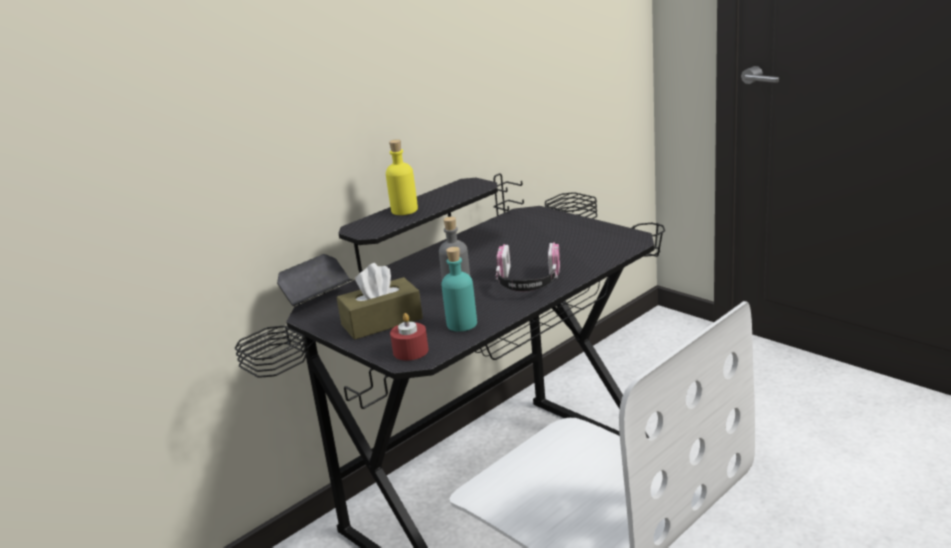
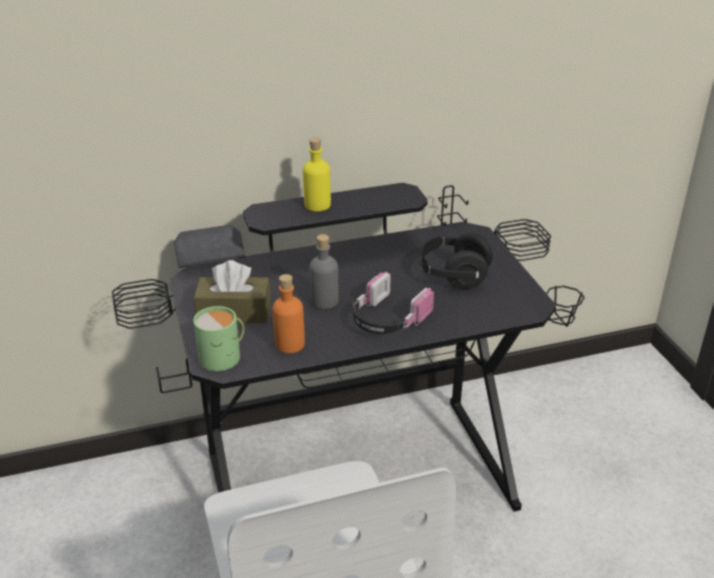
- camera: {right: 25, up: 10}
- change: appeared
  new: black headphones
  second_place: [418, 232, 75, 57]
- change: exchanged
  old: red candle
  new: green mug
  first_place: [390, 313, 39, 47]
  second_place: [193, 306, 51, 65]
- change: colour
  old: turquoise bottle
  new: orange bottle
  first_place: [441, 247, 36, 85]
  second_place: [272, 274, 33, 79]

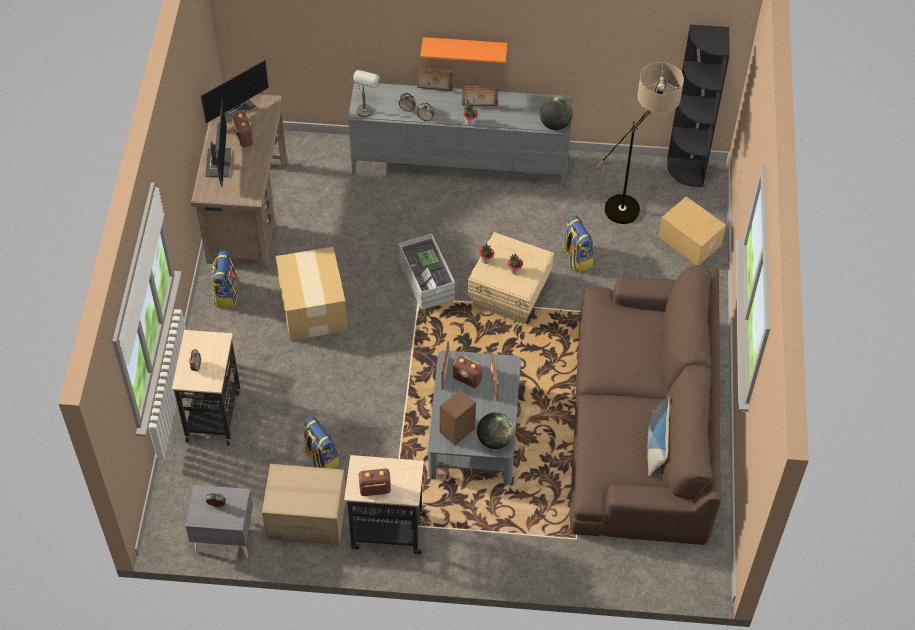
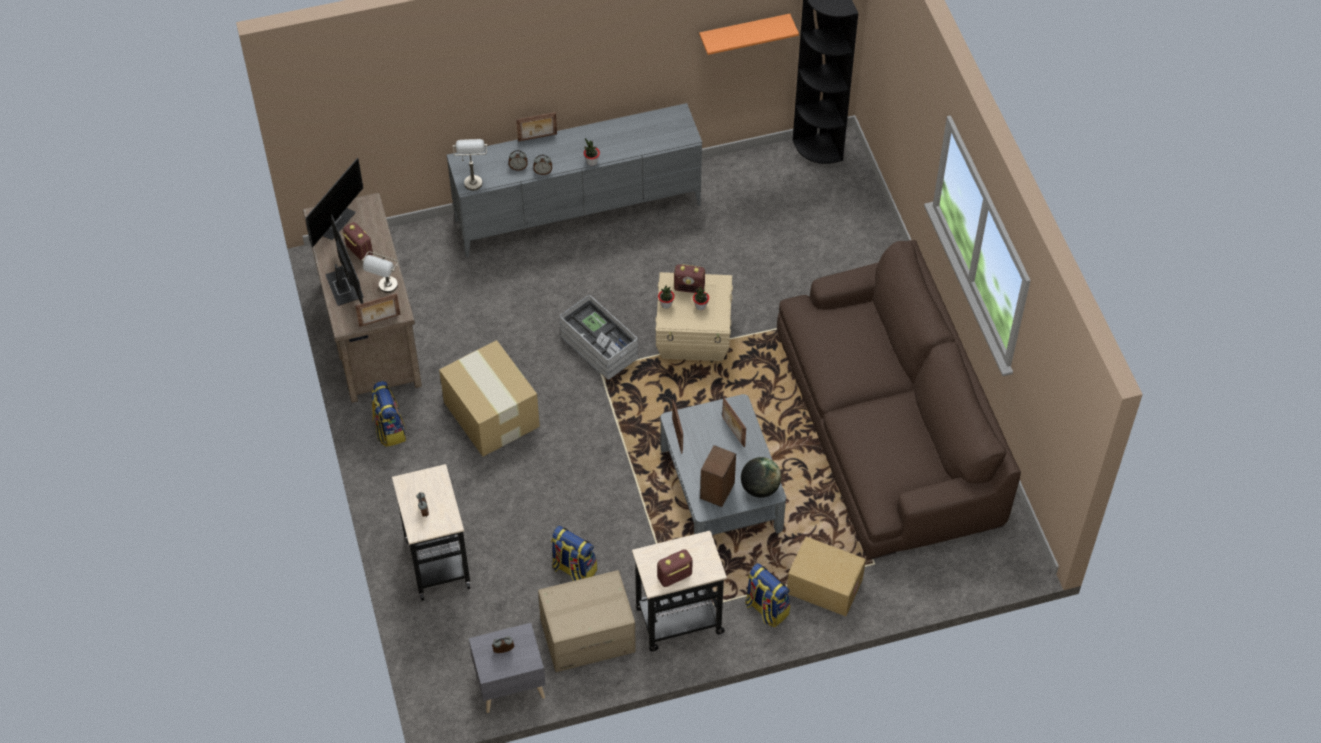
- camera: {right: -20, up: 0}
- change: missing
  old: globe
  first_place: [540, 96, 33, 34]
- change: missing
  old: floor lamp
  first_place: [596, 62, 88, 162]
- change: missing
  old: pillow
  first_place: [647, 396, 23, 80]
- change: appeared
  new: grey table lamp
  second_place: [361, 251, 38, 42]
- change: relocated
  old: orange shelf
  first_place: [420, 37, 87, 26]
  second_place: [699, 14, 100, 41]
- change: relocated
  old: radio
  first_place: [453, 356, 29, 32]
  second_place: [674, 264, 31, 29]
- change: relocated
  old: picture frame
  first_place: [462, 86, 36, 20]
  second_place: [355, 293, 45, 34]
- change: relocated
  old: backpack
  first_place: [561, 215, 33, 58]
  second_place: [745, 563, 45, 64]
- change: relocated
  old: cardboard box
  first_place: [658, 196, 68, 69]
  second_place: [787, 537, 79, 79]

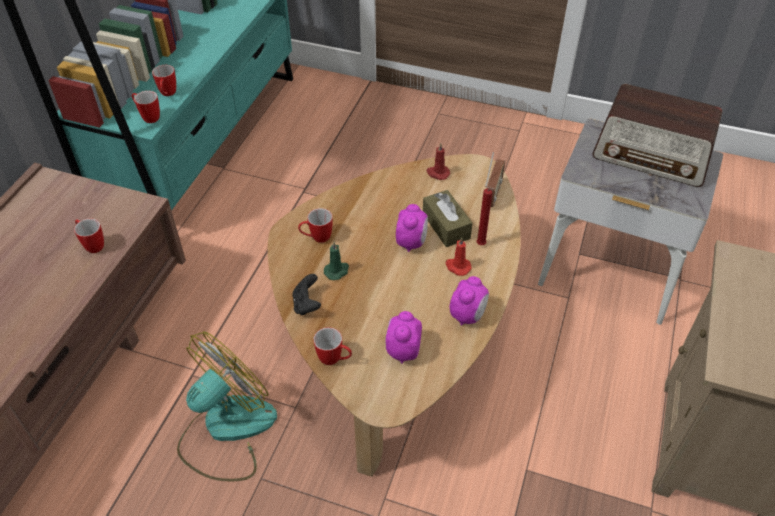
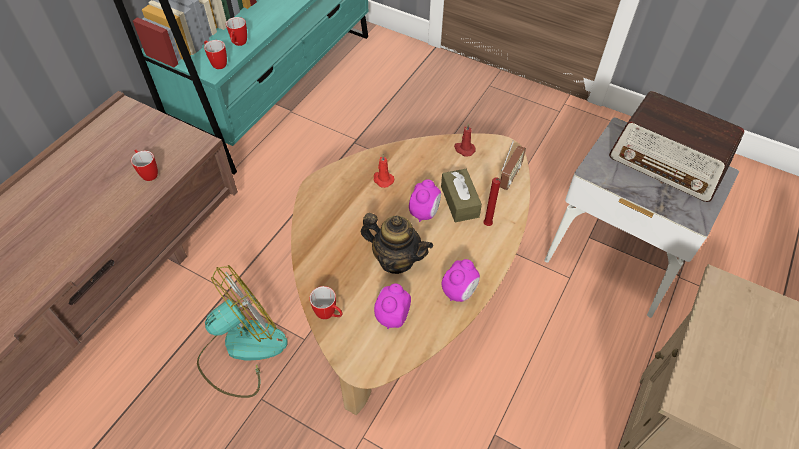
- camera: {right: 10, up: 5}
- change: missing
  old: black game controller
  first_place: [293, 274, 28, 41]
- change: missing
  old: mug
  first_place: [298, 208, 35, 35]
- change: missing
  old: green candle
  first_place: [324, 242, 25, 38]
- change: appeared
  new: teapot
  second_place: [361, 213, 72, 61]
- change: relocated
  old: red candle
  first_place: [446, 237, 26, 39]
  second_place: [374, 154, 20, 34]

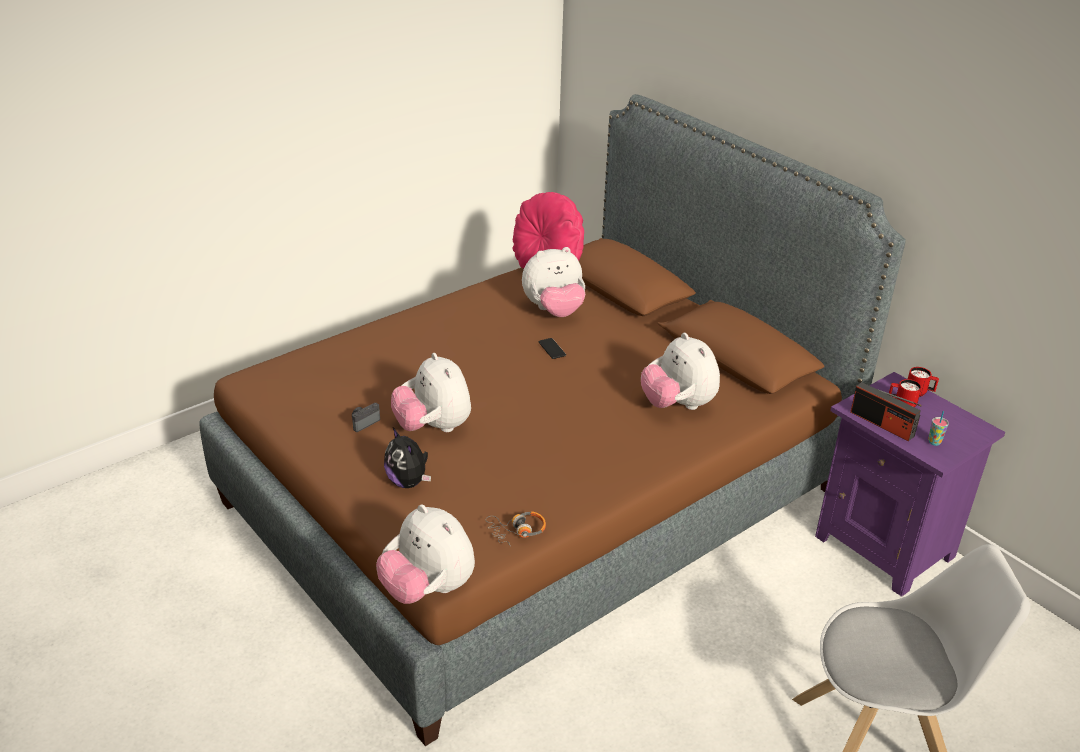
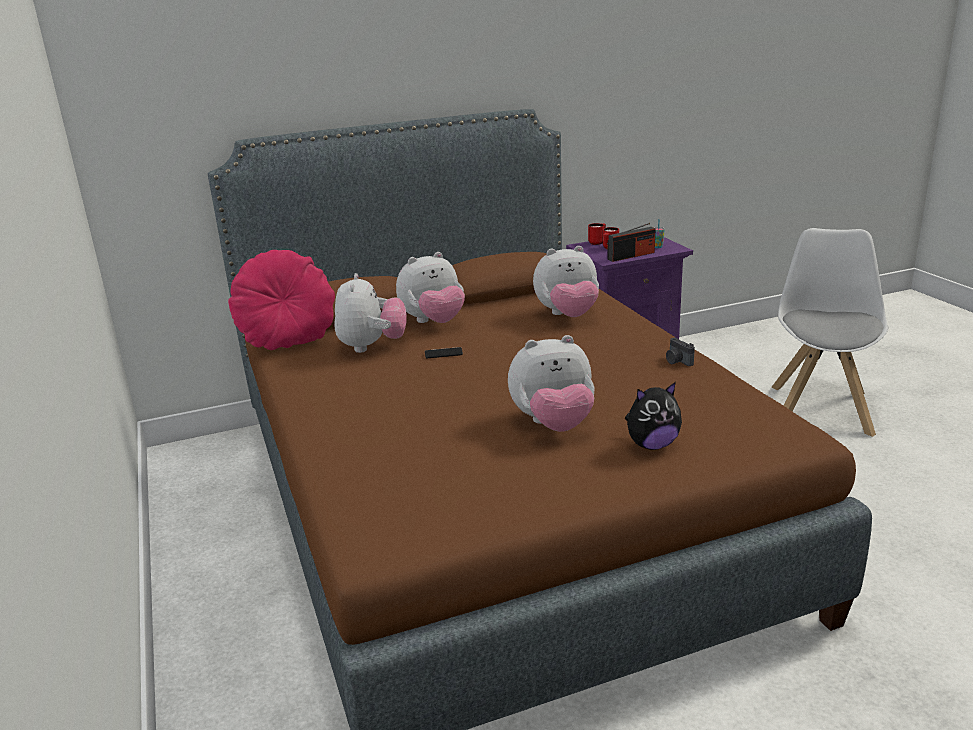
- camera: {right: -70, up: -10}
- change: missing
  old: headphones
  first_place: [485, 511, 61, 34]
- change: relocated
  old: photo camera
  first_place: [352, 403, 28, 29]
  second_place: [666, 338, 29, 28]
- change: relocated
  old: plush toy
  first_place: [376, 504, 99, 100]
  second_place: [396, 252, 69, 71]

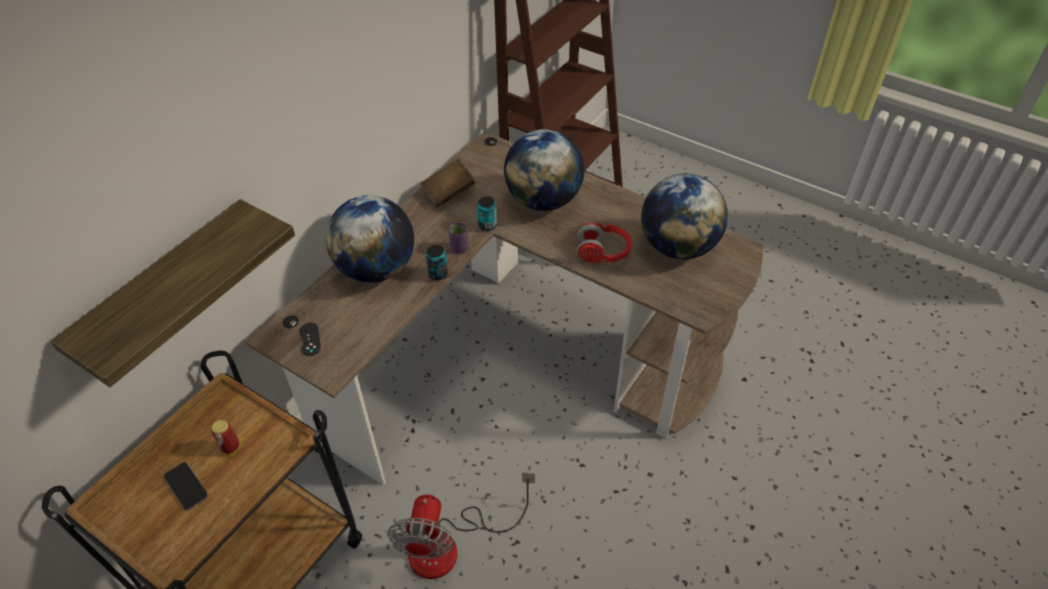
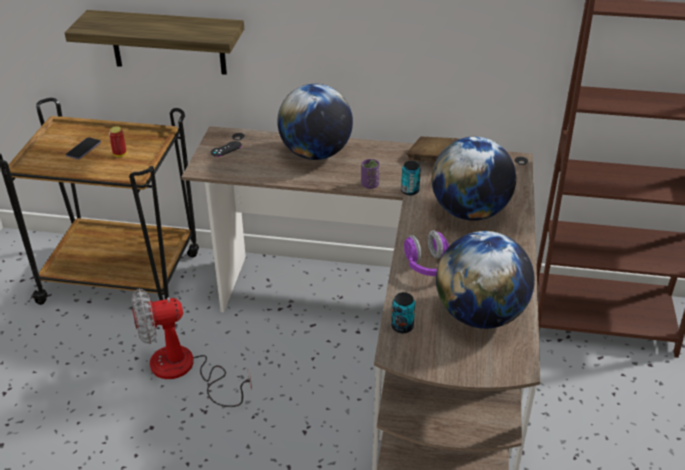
- camera: {right: 65, up: -10}
- change: relocated
  old: can
  first_place: [426, 245, 22, 35]
  second_place: [391, 292, 24, 41]
- change: colour
  old: red headphones
  new: purple headphones
  first_place: [576, 223, 56, 40]
  second_place: [404, 230, 45, 46]

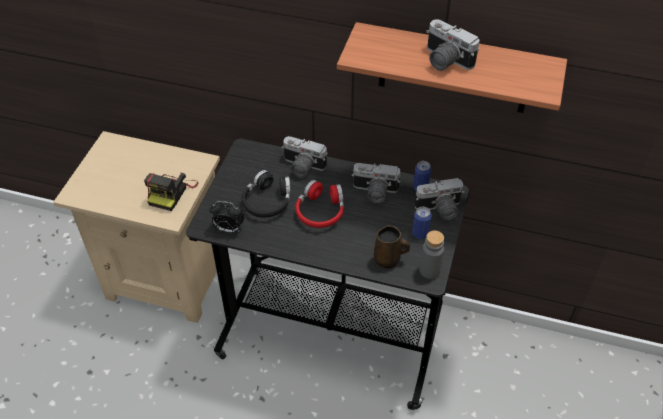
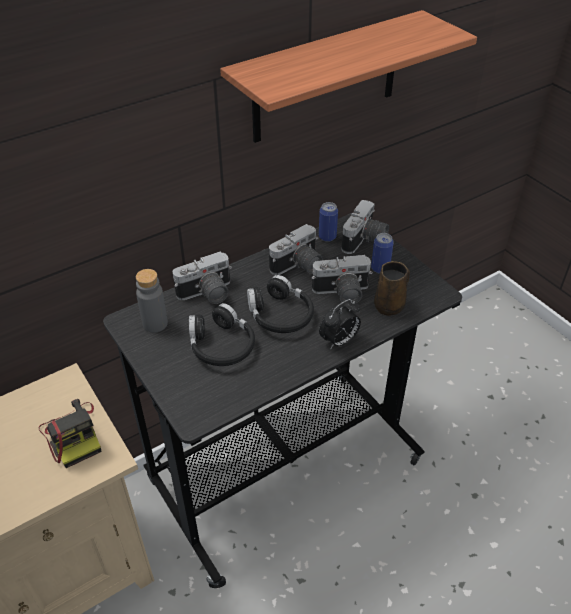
- camera: {right: -50, up: -5}
- change: relocated
  old: alarm clock
  first_place: [209, 201, 36, 32]
  second_place: [319, 299, 42, 50]
- change: relocated
  old: grey bottle
  first_place: [420, 230, 24, 49]
  second_place: [136, 269, 32, 64]
- change: relocated
  old: photo camera
  first_place: [426, 19, 54, 52]
  second_place: [312, 255, 61, 48]
- change: colour
  old: red headphones
  new: black headphones
  first_place: [295, 180, 49, 48]
  second_place: [247, 275, 67, 58]

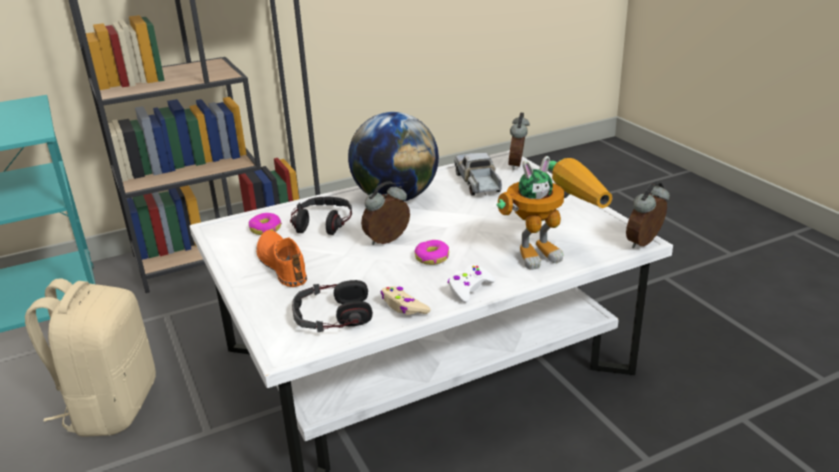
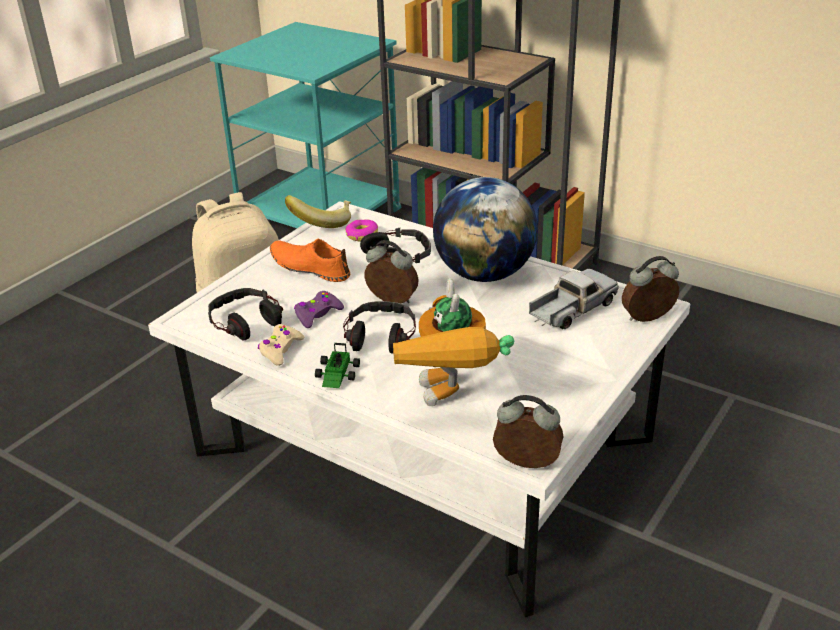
- camera: {right: 60, up: 5}
- change: appeared
  new: banana
  second_place: [285, 195, 66, 33]
- change: appeared
  new: purple game controller
  second_place: [294, 291, 50, 37]
- change: exchanged
  old: donut
  new: headphones
  first_place: [414, 240, 35, 25]
  second_place: [343, 301, 73, 53]
- change: exchanged
  old: white game controller
  new: toy car
  first_place: [448, 264, 47, 39]
  second_place: [315, 343, 45, 45]
- change: spun
  old: orange shoe
  first_place: [256, 230, 51, 57]
  second_place: [270, 239, 80, 43]
  degrees: -90
- change: spun
  old: toy robot
  first_place: [497, 156, 116, 114]
  second_place: [393, 279, 121, 127]
  degrees: 45

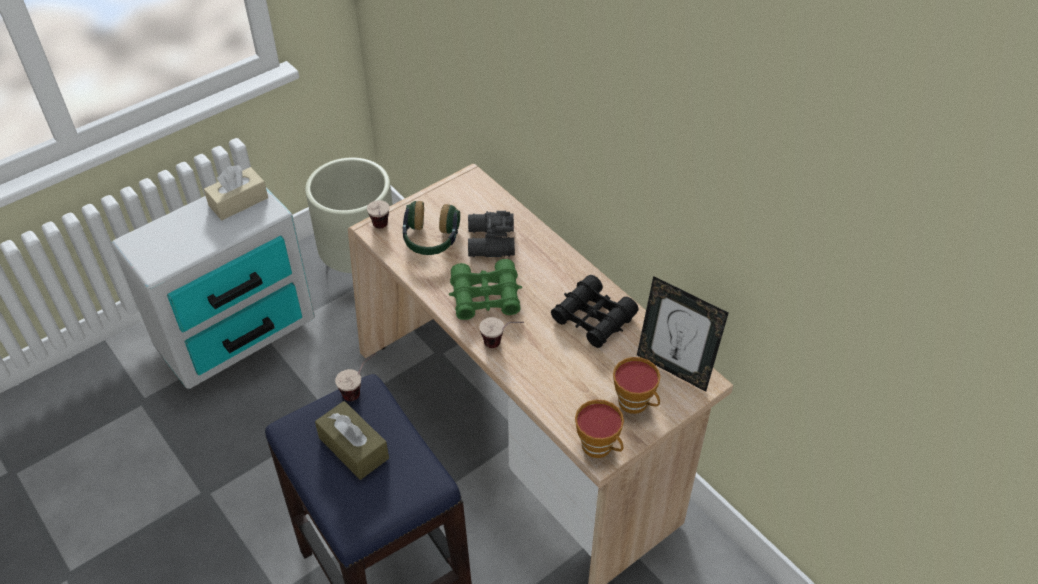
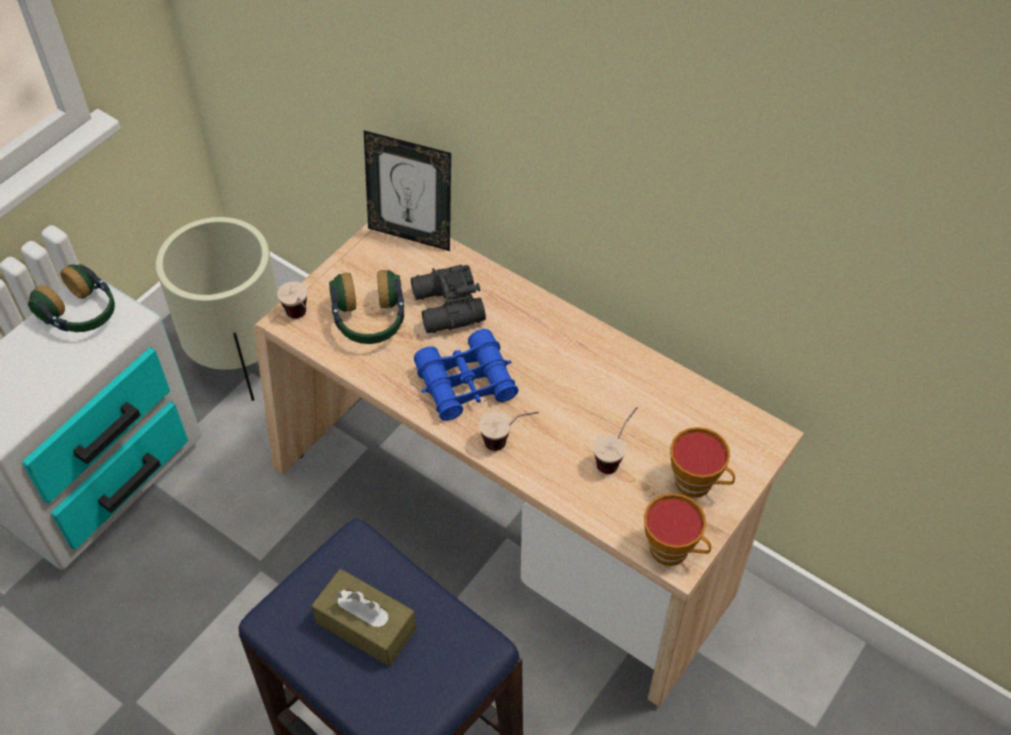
- camera: {right: -15, up: 5}
- change: missing
  old: black binoculars
  first_place: [551, 275, 88, 73]
- change: relocated
  old: cup
  first_place: [335, 353, 42, 48]
  second_place: [593, 407, 44, 67]
- change: relocated
  old: picture frame
  first_place: [637, 276, 92, 116]
  second_place: [364, 130, 87, 121]
- change: exchanged
  old: beige tissue box
  new: headphones
  first_place: [204, 165, 64, 55]
  second_place: [28, 264, 87, 68]
- change: colour
  old: green binoculars
  new: blue binoculars
  first_place: [449, 259, 73, 61]
  second_place: [414, 329, 104, 92]

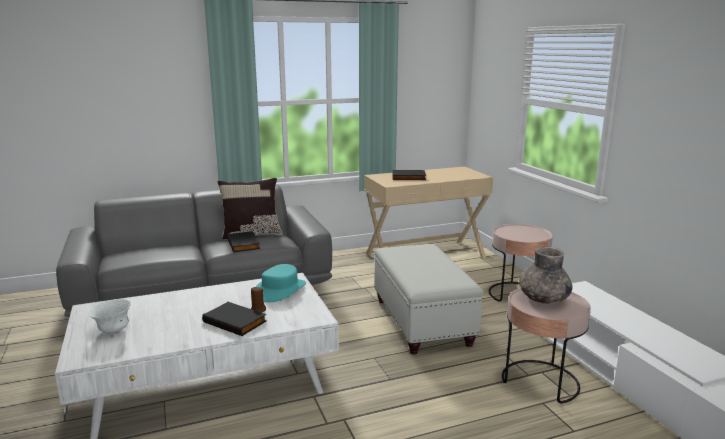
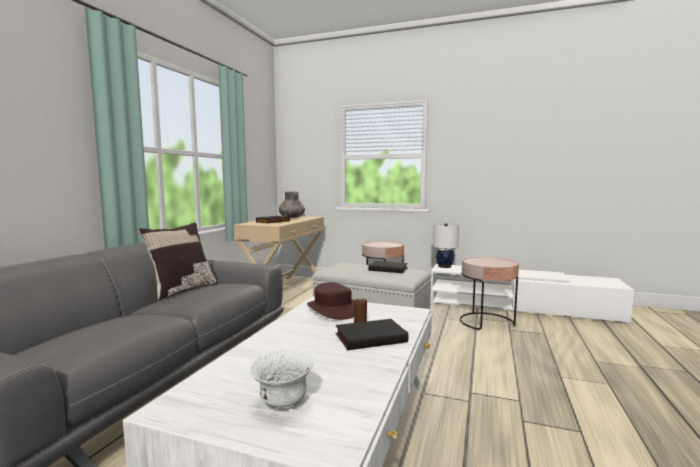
- camera: {right: -50, up: -10}
- change: appeared
  new: white table lamp
  second_place: [433, 223, 26, 45]
- change: relocated
  old: black book
  first_place: [227, 231, 33, 21]
  second_place: [368, 261, 40, 12]
- change: relocated
  old: grey vase
  first_place: [519, 247, 54, 57]
  second_place: [279, 192, 26, 26]
- change: colour
  old: turquoise hat
  new: brown hat
  first_place: [256, 264, 50, 38]
  second_place: [307, 282, 47, 38]

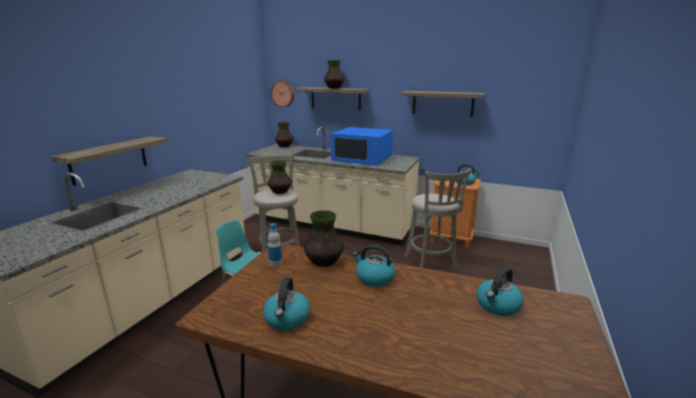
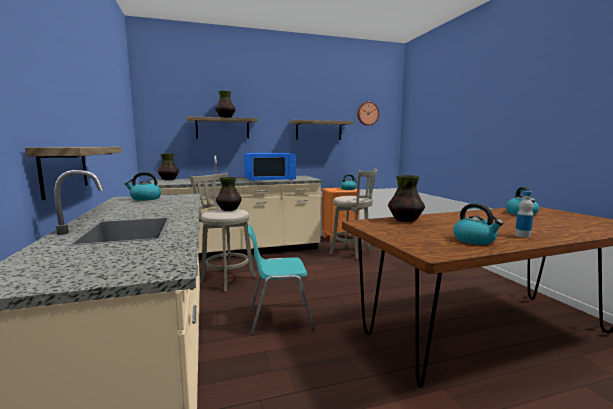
- camera: {right: -40, up: -10}
- change: relocated
  old: bottle
  first_place: [268, 223, 14, 44]
  second_place: [515, 191, 19, 47]
- change: relocated
  old: wall clock
  first_place: [271, 81, 23, 26]
  second_place: [357, 102, 22, 24]
- change: relocated
  old: kettle
  first_place: [352, 244, 43, 43]
  second_place: [125, 172, 36, 29]

